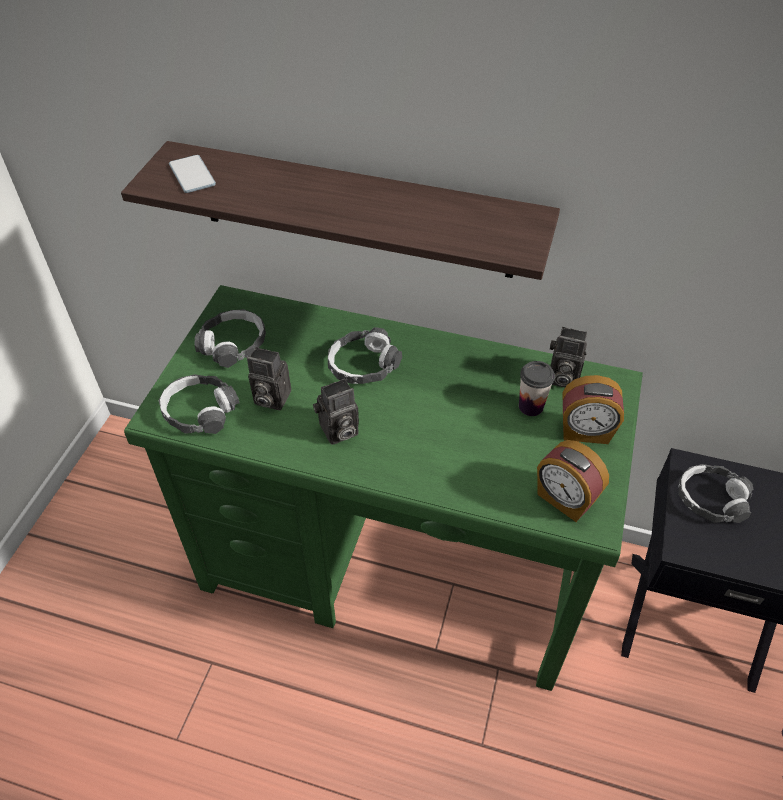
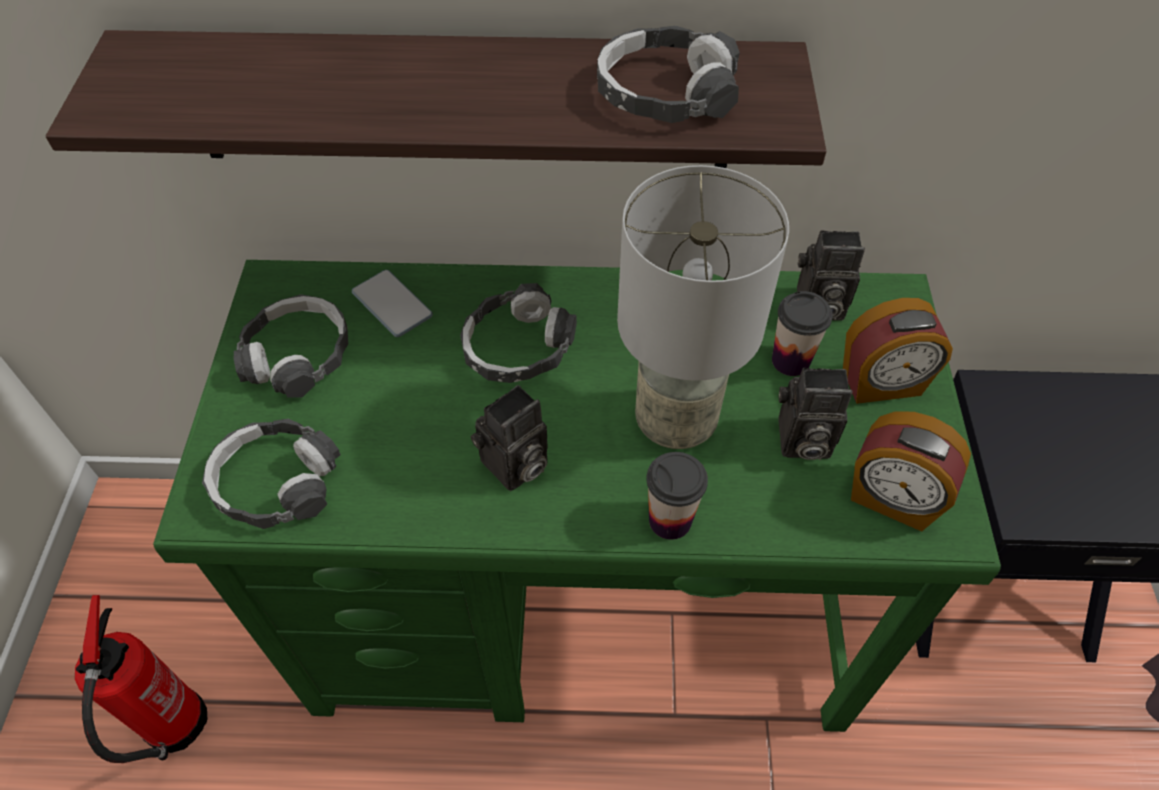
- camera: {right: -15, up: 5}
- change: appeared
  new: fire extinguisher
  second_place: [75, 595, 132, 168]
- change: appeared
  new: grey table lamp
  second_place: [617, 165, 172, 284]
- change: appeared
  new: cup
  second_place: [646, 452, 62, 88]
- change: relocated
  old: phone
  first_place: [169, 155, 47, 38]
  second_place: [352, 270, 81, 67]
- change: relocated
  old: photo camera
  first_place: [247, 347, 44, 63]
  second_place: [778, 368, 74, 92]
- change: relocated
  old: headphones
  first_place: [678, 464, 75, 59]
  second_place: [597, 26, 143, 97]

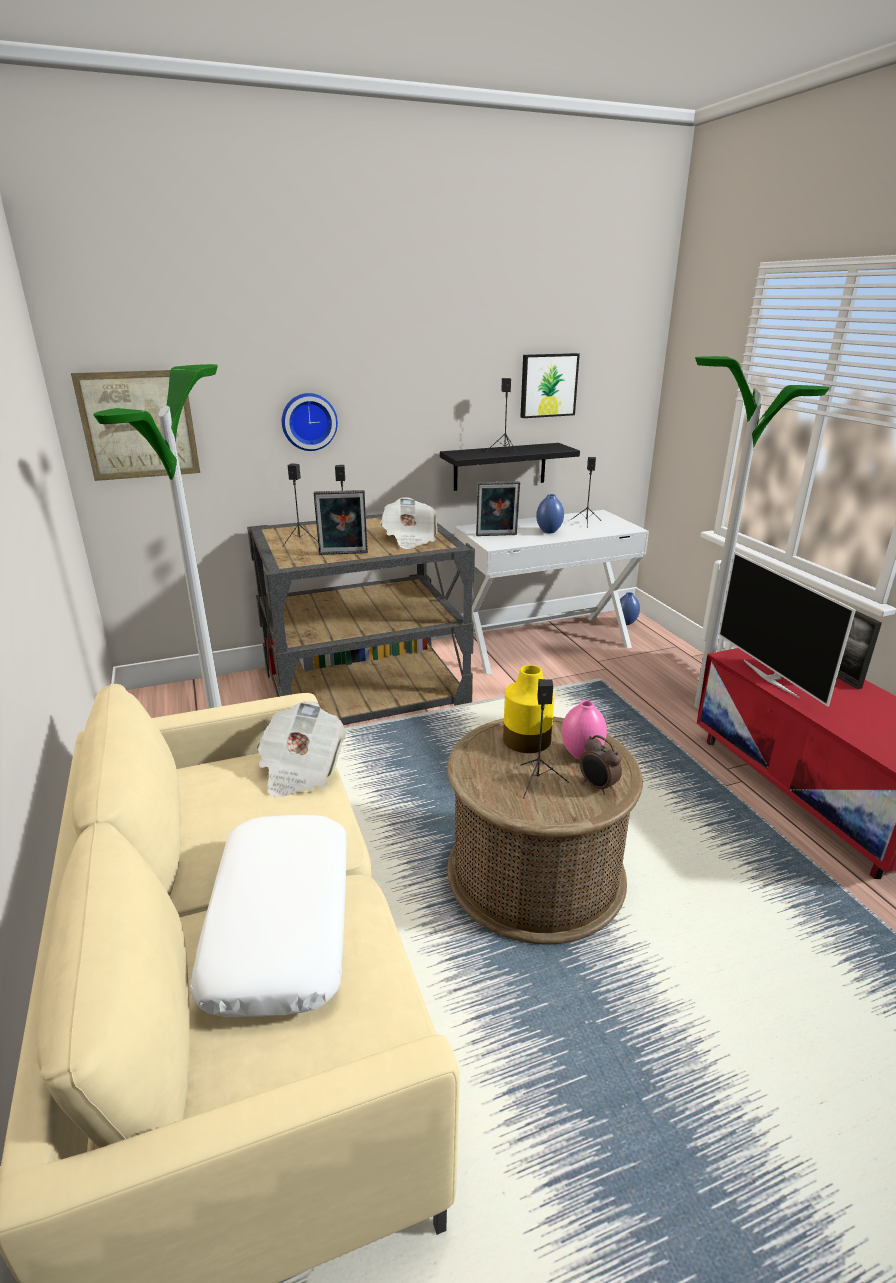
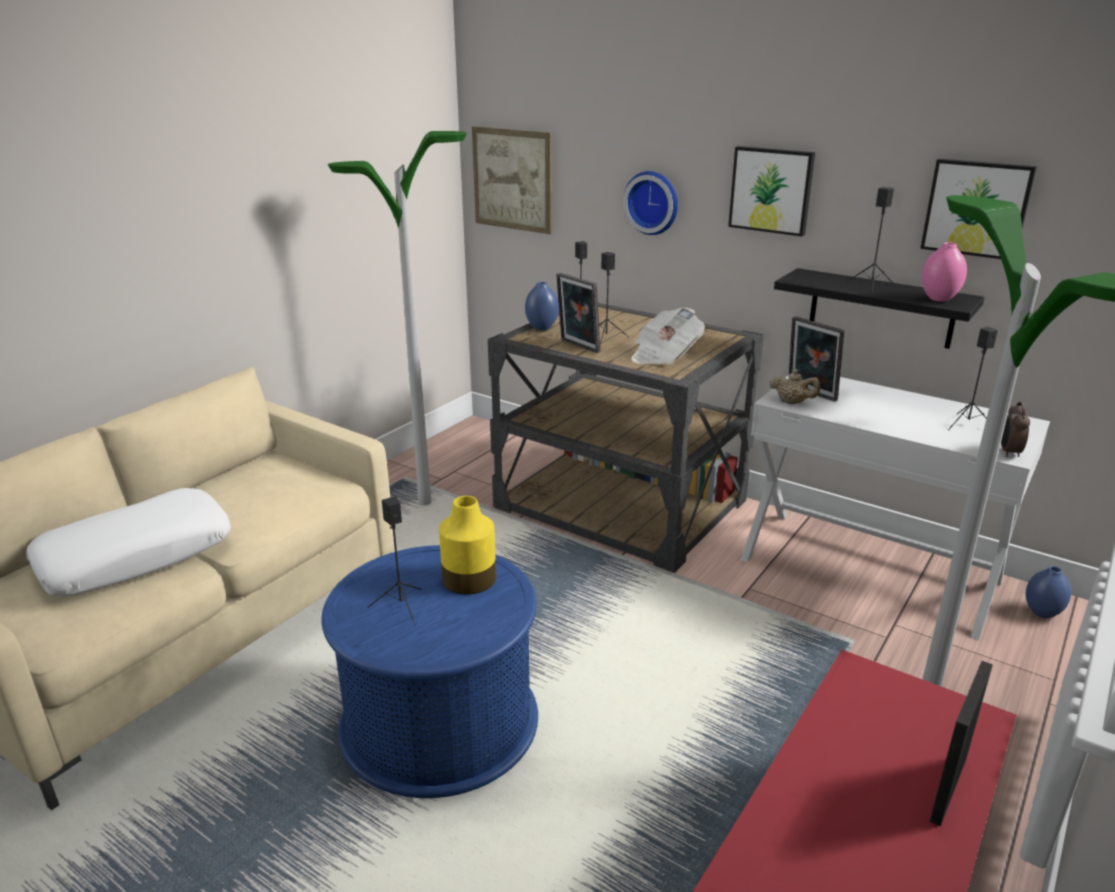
- camera: {right: 55, up: 0}
- change: missing
  old: newspaper
  first_place: [257, 701, 89, 96]
- change: missing
  old: television
  first_place: [719, 552, 137, 155]
- change: appeared
  new: picture
  second_place: [728, 146, 87, 90]
- change: appeared
  new: beige teapot
  second_place: [769, 369, 51, 35]
- change: relocated
  old: blue vase
  first_place: [536, 494, 28, 39]
  second_place: [525, 282, 34, 48]
- change: relocated
  old: pink vase
  first_place: [561, 700, 46, 60]
  second_place: [922, 242, 45, 60]
- change: relocated
  old: alarm clock
  first_place: [580, 735, 42, 60]
  second_place: [1001, 401, 29, 56]
- change: colour
  old: brown coffee table
  new: blue coffee table
  first_place: [447, 717, 196, 227]
  second_place: [322, 545, 216, 253]

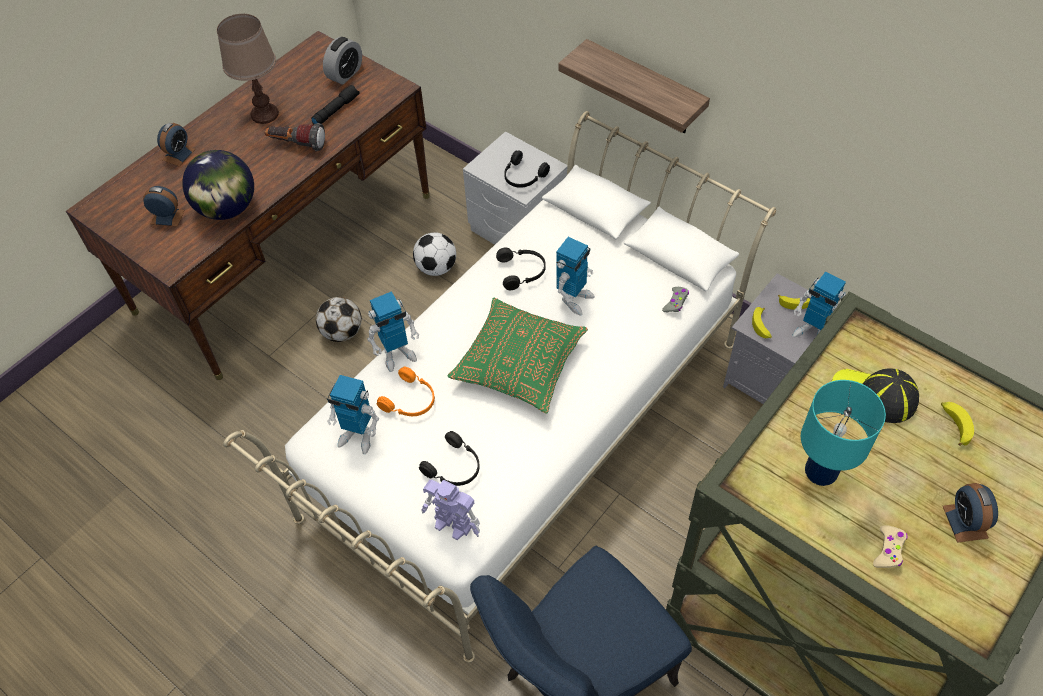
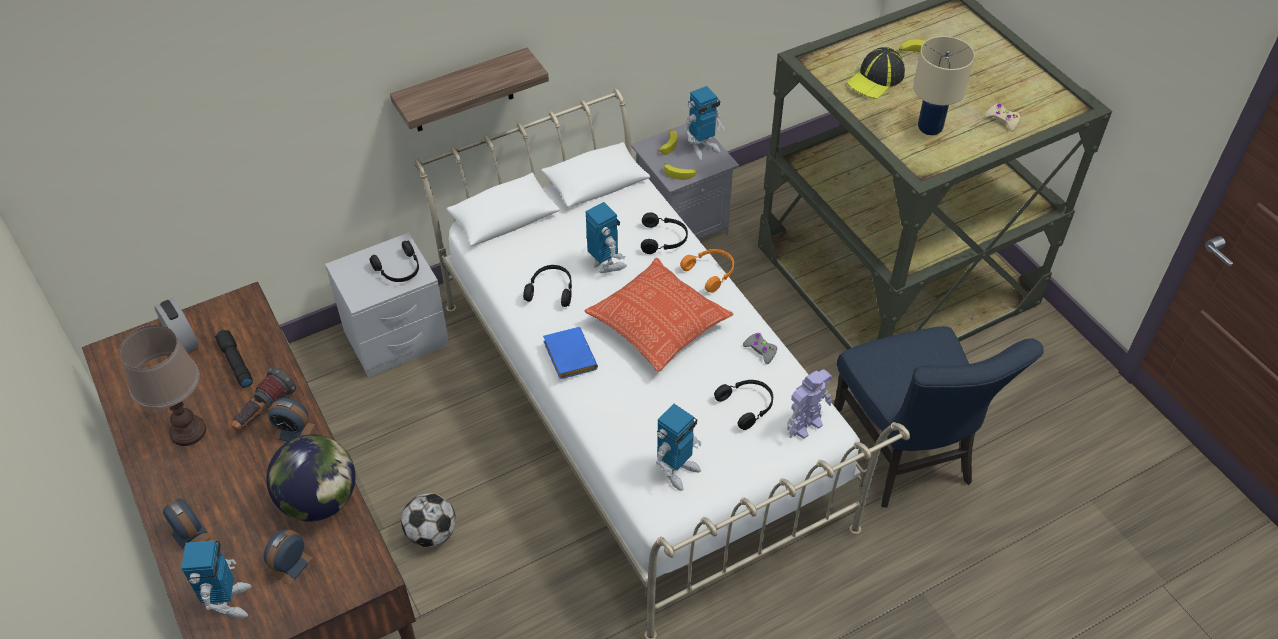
- camera: {right: -70, up: -5}
- change: missing
  old: football
  first_place: [413, 232, 43, 44]
- change: appeared
  new: blue book
  second_place: [543, 327, 55, 52]
- change: appeared
  new: black headphones
  second_place: [641, 212, 47, 42]
- change: relocated
  old: toy robot
  first_place: [368, 291, 51, 81]
  second_place: [181, 540, 70, 78]
- change: relocated
  old: orange headphones
  first_place: [377, 367, 58, 49]
  second_place: [680, 249, 54, 44]
- change: relocated
  old: grey game controller
  first_place: [662, 287, 27, 25]
  second_place: [743, 333, 34, 31]
- change: relocated
  old: alarm clock
  first_place: [943, 483, 55, 60]
  second_place: [268, 398, 47, 44]
- change: colour
  old: green pillow
  new: orange pillow
  first_place: [448, 298, 140, 116]
  second_place: [585, 258, 148, 114]
- change: colour
  old: turquoise table lamp
  new: beige table lamp
  first_place: [801, 380, 85, 106]
  second_place: [913, 36, 62, 99]

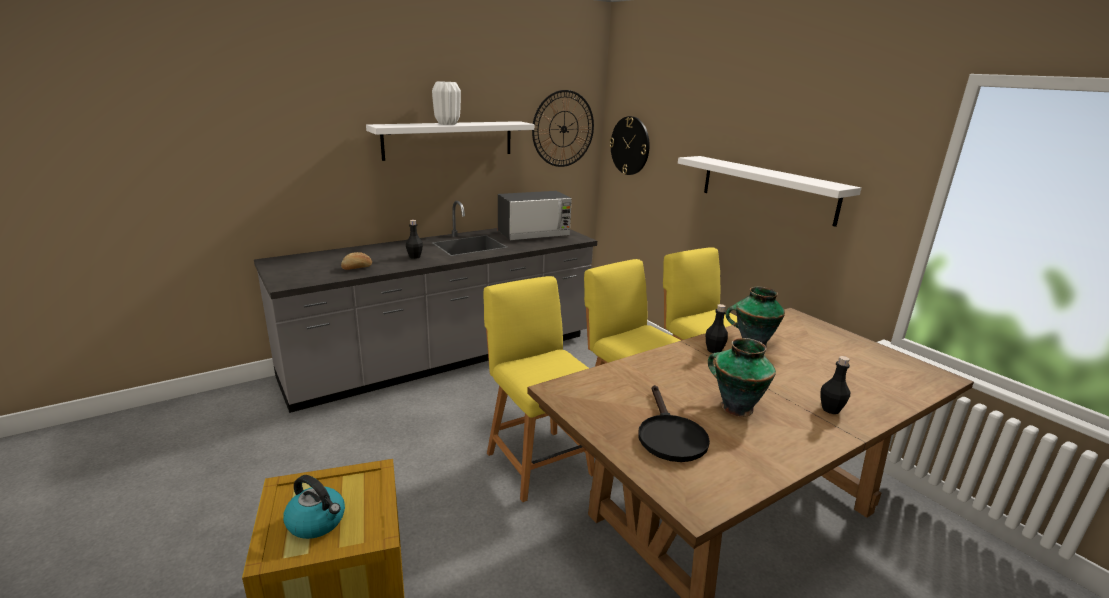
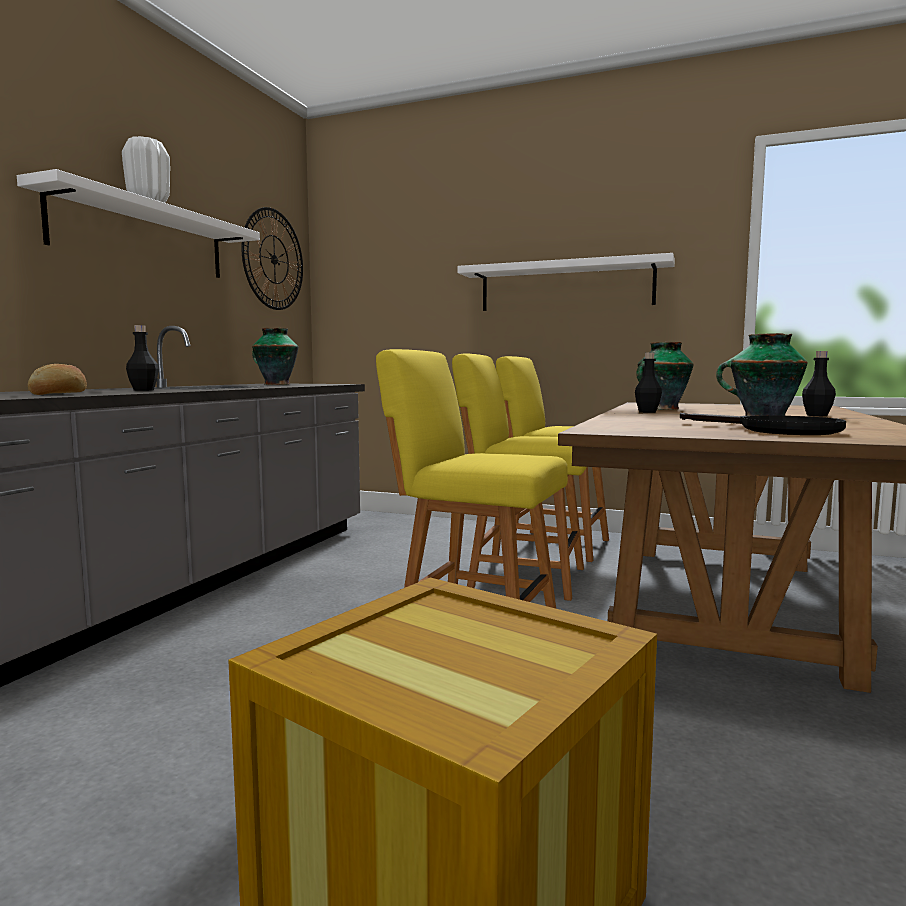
- camera: {right: -35, up: -15}
- change: missing
  old: kettle
  first_place: [283, 475, 62, 64]
- change: missing
  old: wall clock
  first_place: [609, 116, 41, 59]
- change: exchanged
  old: microwave
  new: vase
  first_place: [498, 191, 74, 49]
  second_place: [252, 328, 46, 57]

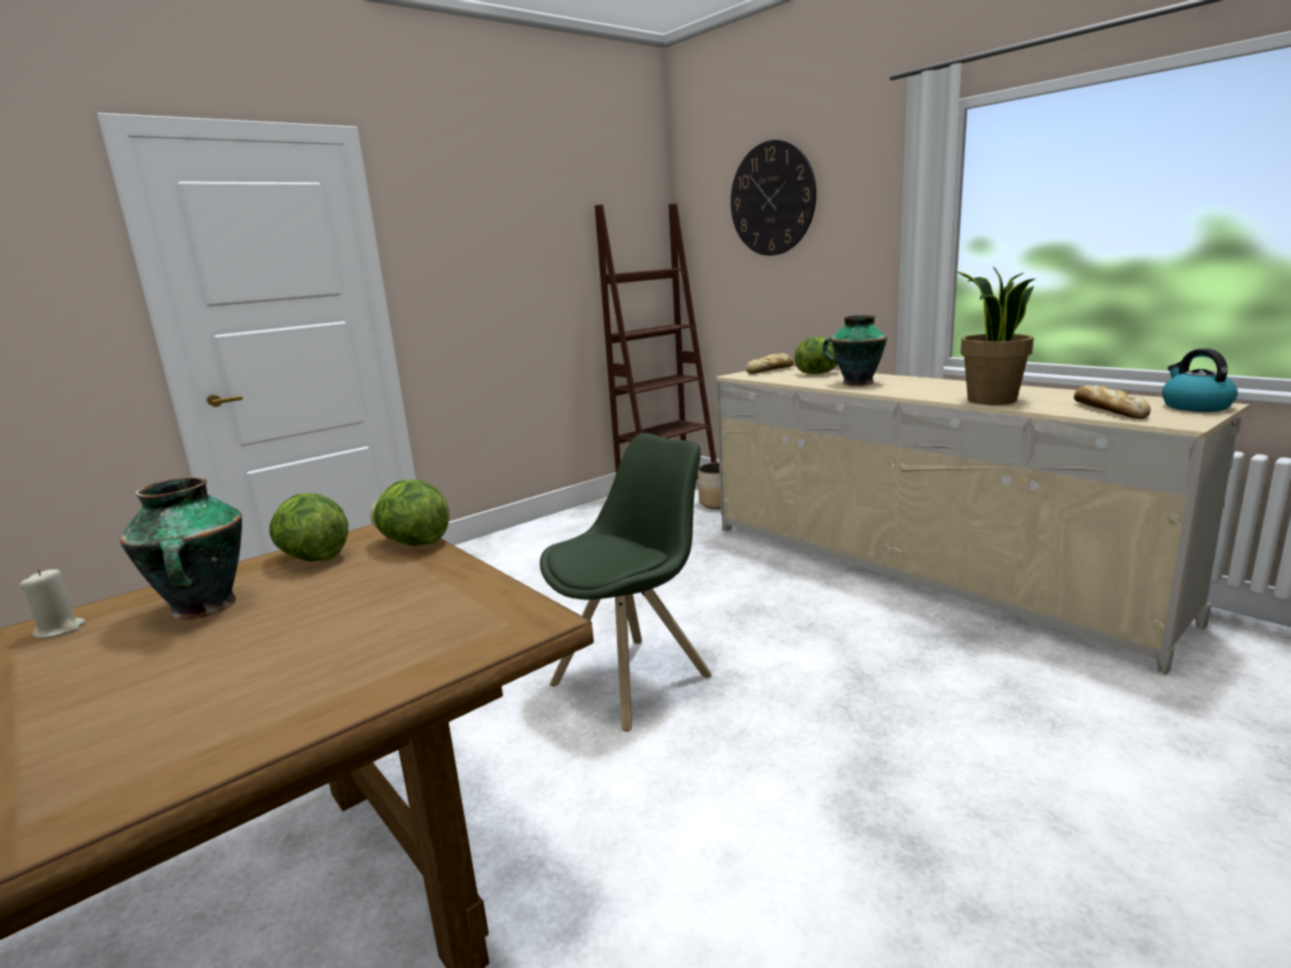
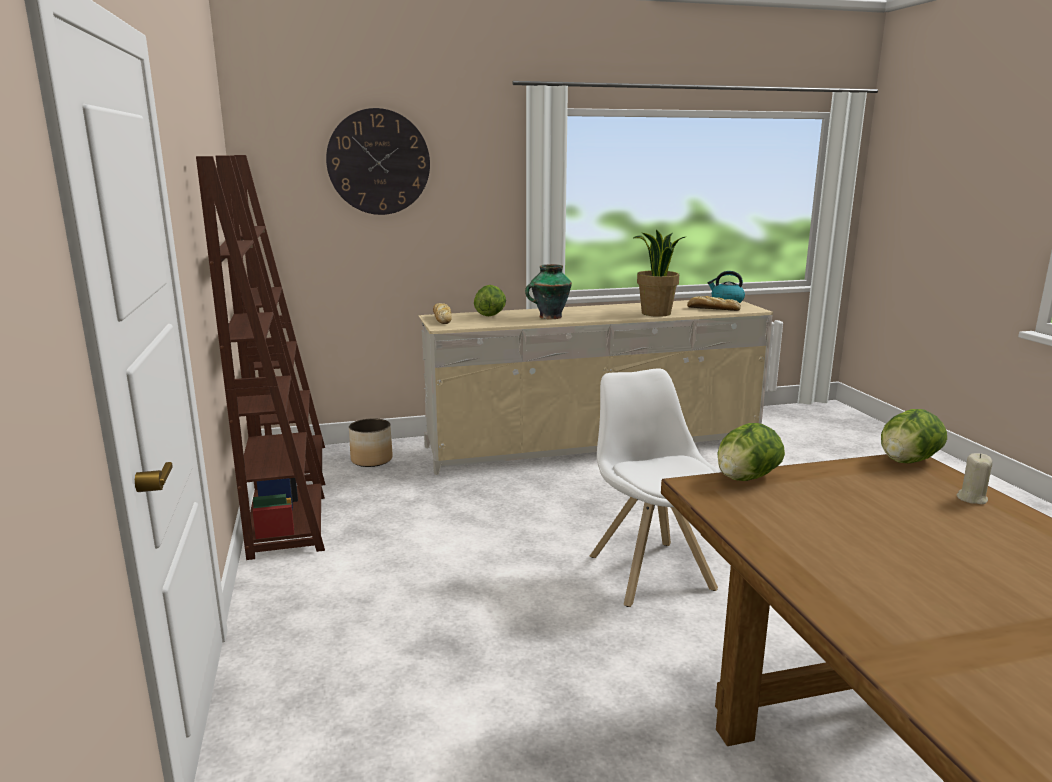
- camera: {right: -65, up: 0}
- change: missing
  old: vase
  first_place: [119, 477, 123, 143]
- change: appeared
  new: brown bookcase
  second_place: [196, 156, 129, 404]
- change: relocated
  old: beige candle
  first_place: [20, 569, 66, 69]
  second_place: [957, 453, 36, 51]
- change: relocated
  old: lettuce
  first_place: [269, 493, 79, 69]
  second_place: [881, 409, 66, 54]
- change: colour
  old: green chair
  new: white chair
  first_place: [540, 433, 171, 298]
  second_place: [589, 368, 131, 239]

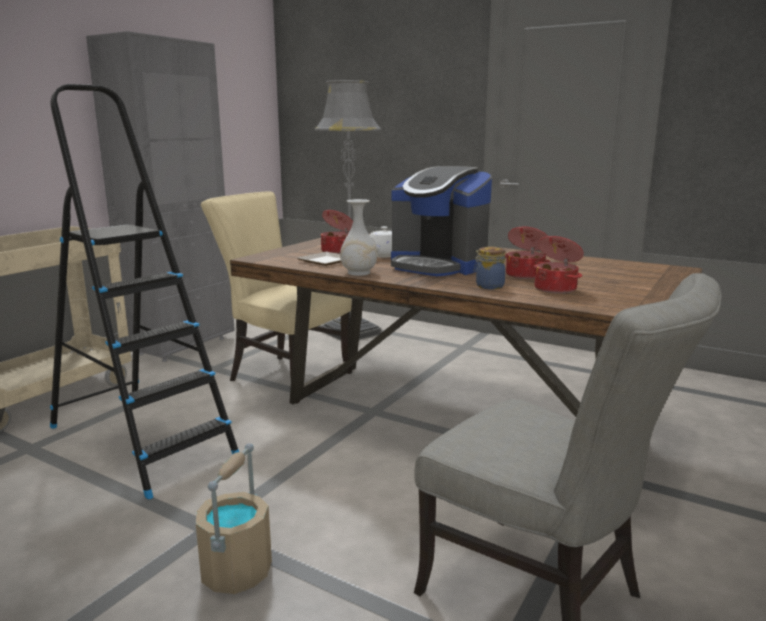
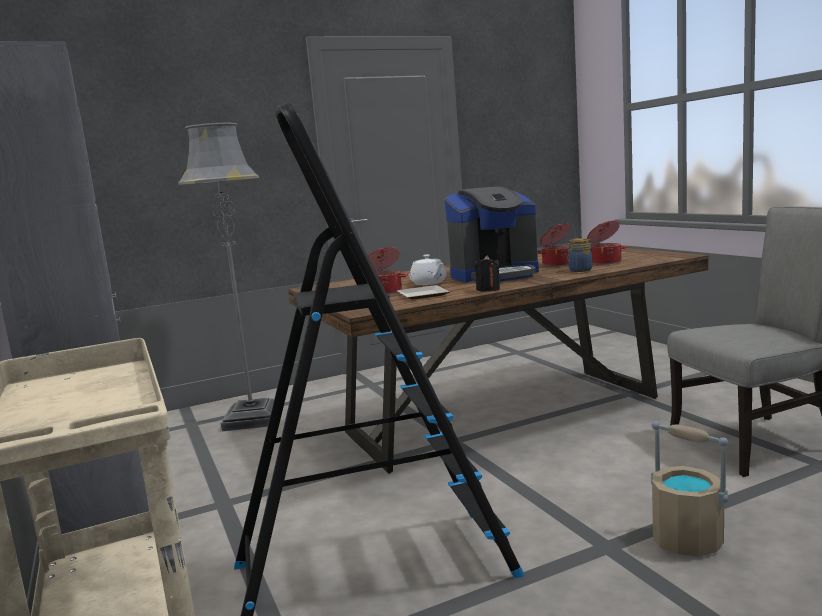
- camera: {right: -55, up: -5}
- change: missing
  old: beige chair
  first_place: [200, 191, 152, 213]
- change: exchanged
  old: white vase
  new: black candle
  first_place: [340, 199, 37, 77]
  second_place: [475, 255, 25, 37]

